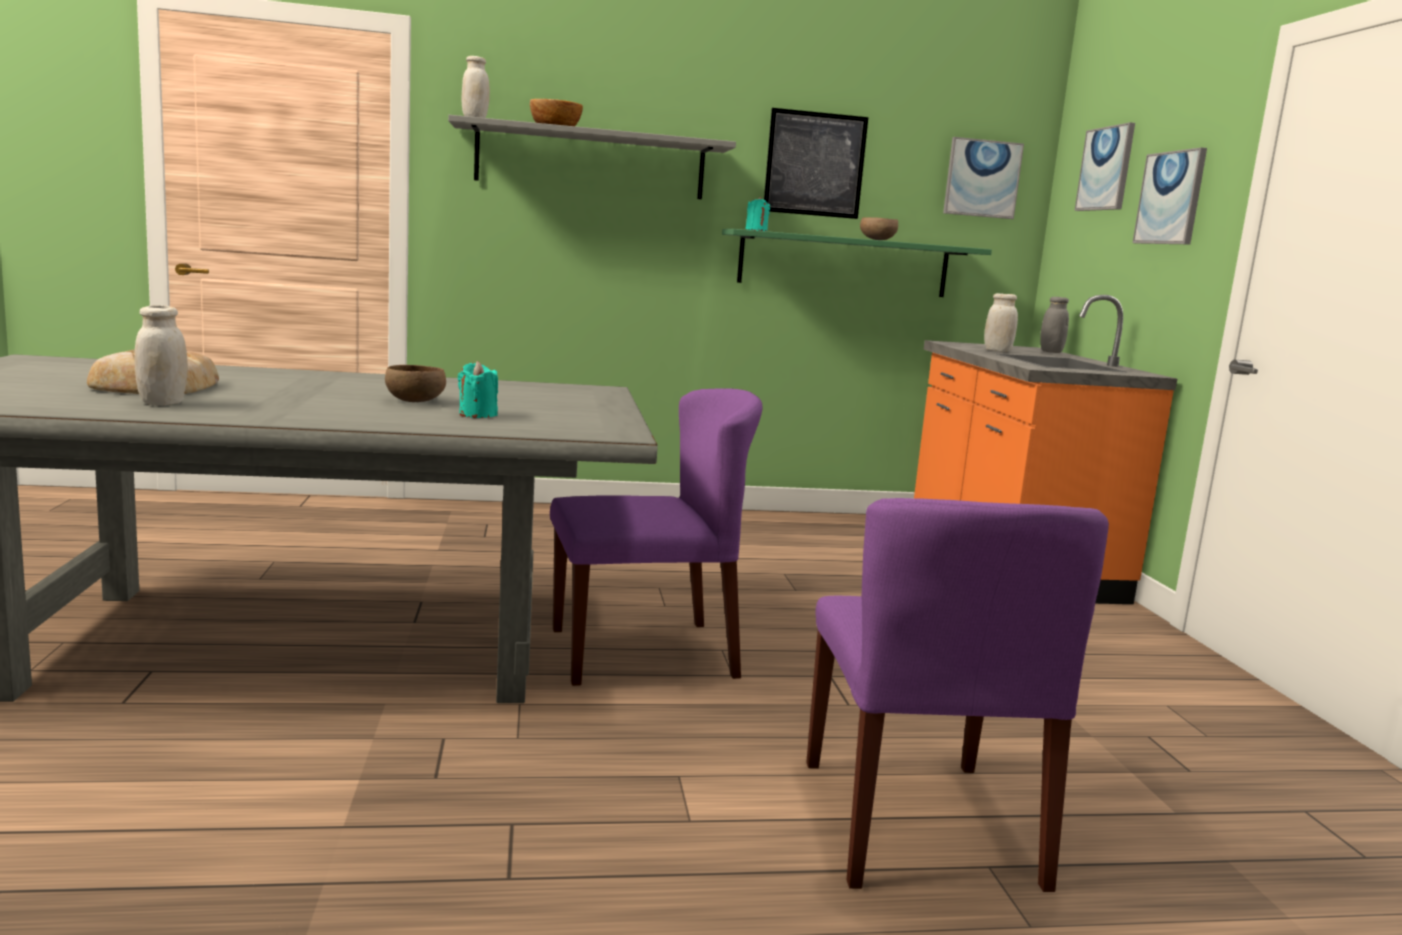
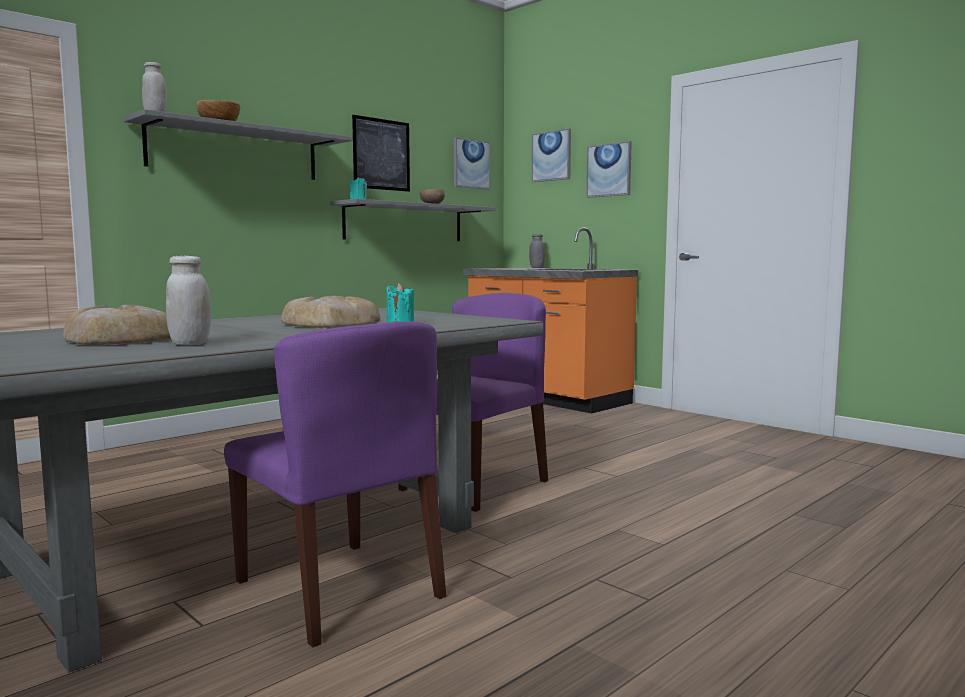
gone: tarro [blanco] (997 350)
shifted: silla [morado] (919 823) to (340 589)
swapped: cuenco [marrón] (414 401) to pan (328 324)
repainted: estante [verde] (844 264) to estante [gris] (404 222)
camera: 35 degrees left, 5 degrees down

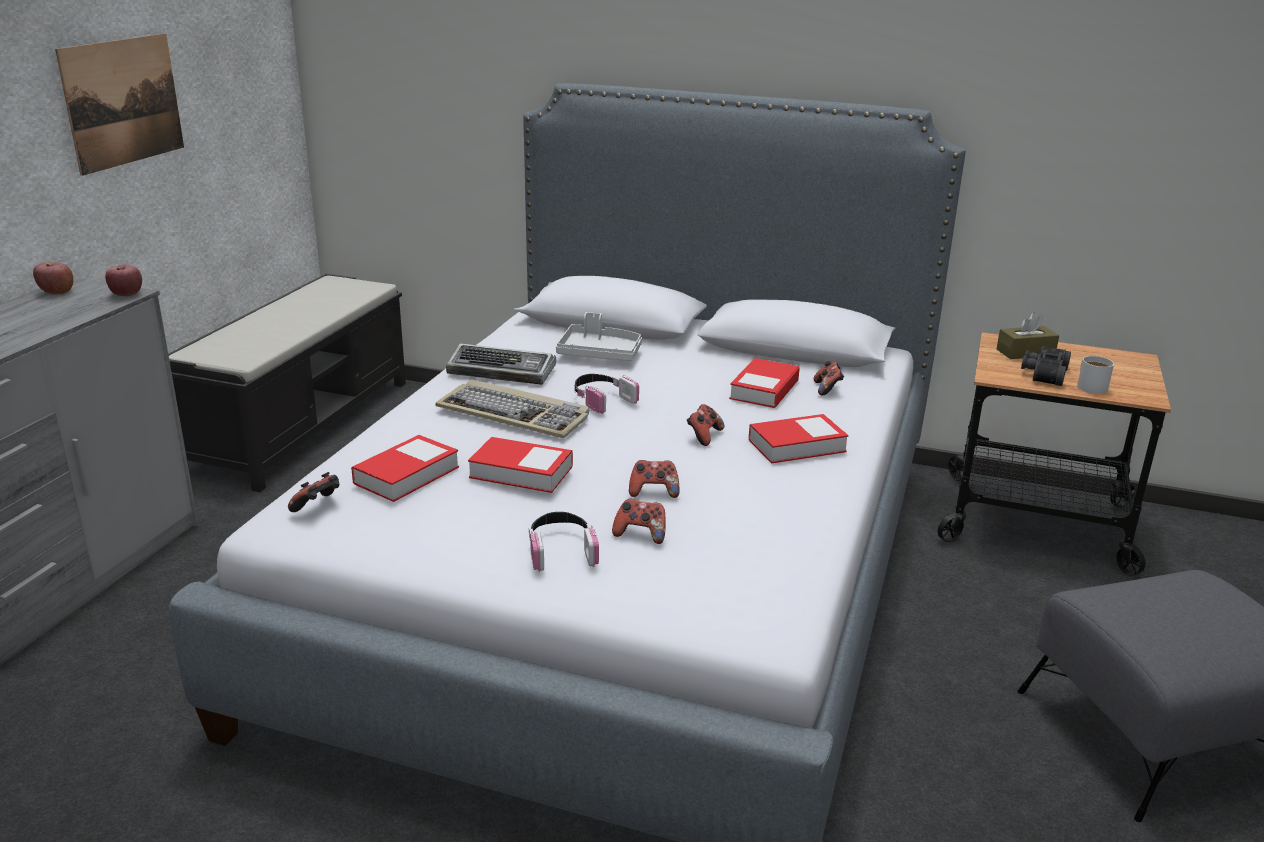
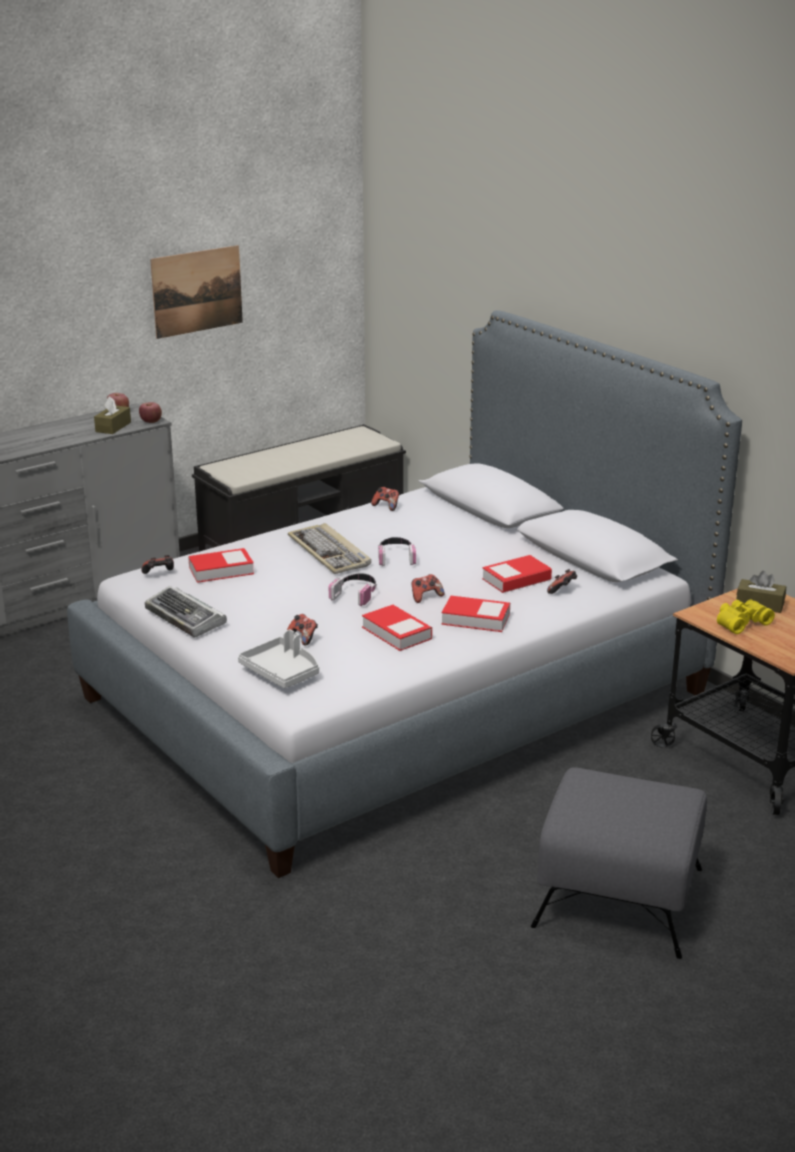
gone: taza grande [blanco] (1089 385)
new: caja de pañuelos [marrón] (113 427)
shifted: teclado (503 371) to (186 618); bandeja [gris] (599 354) to (282 672); auriculares (561 550) to (355 594); libro (521 472) to (396 633); mando de consola (654 492) to (386 506)
repainted: prismáticos [negro] (1043 373) to prismáticos [amarillo] (740 622)
camera: 35 degrees right, 0 degrees up

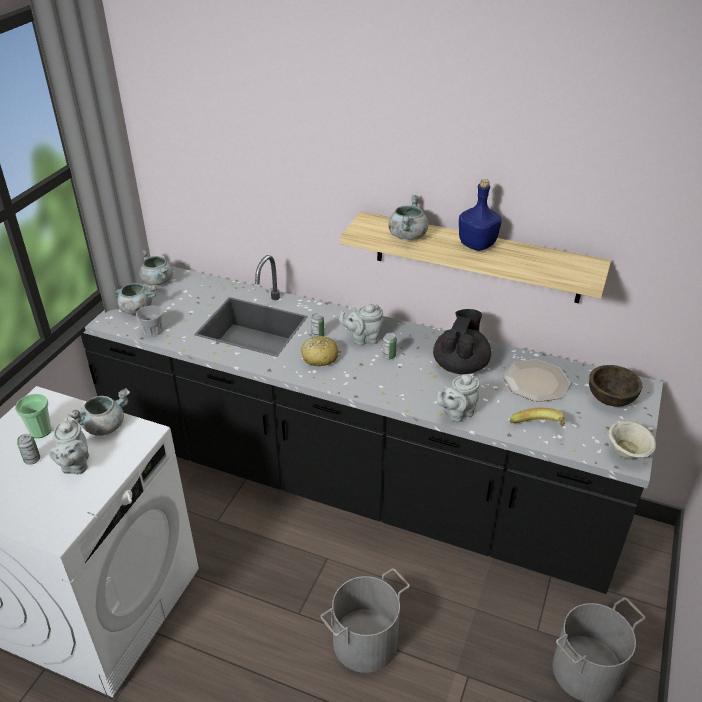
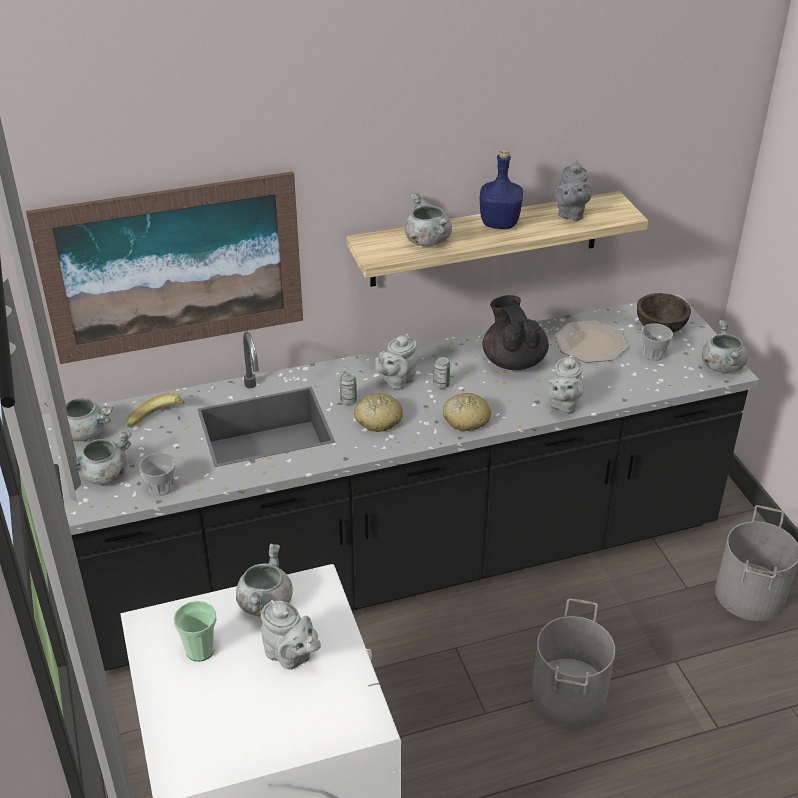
gone: lata (32 459)
new: cuadro (173 268); pan (465 419); tetera [gris] (570 214); taza (653 354)
shifted: plátano (538 430) to (159 422)
swapped: cuenco [beis] (627 452) to olla [gris] (721 365)
camera: 40 degrees left, 0 degrees up

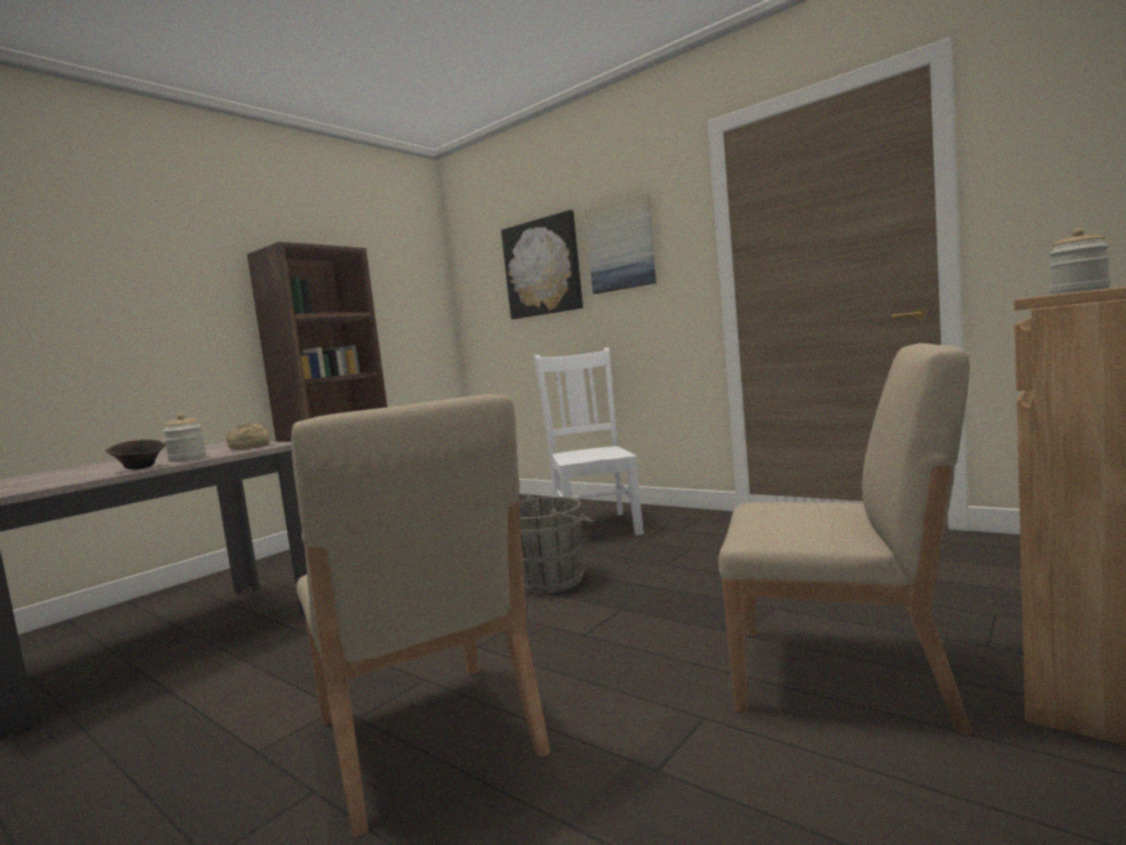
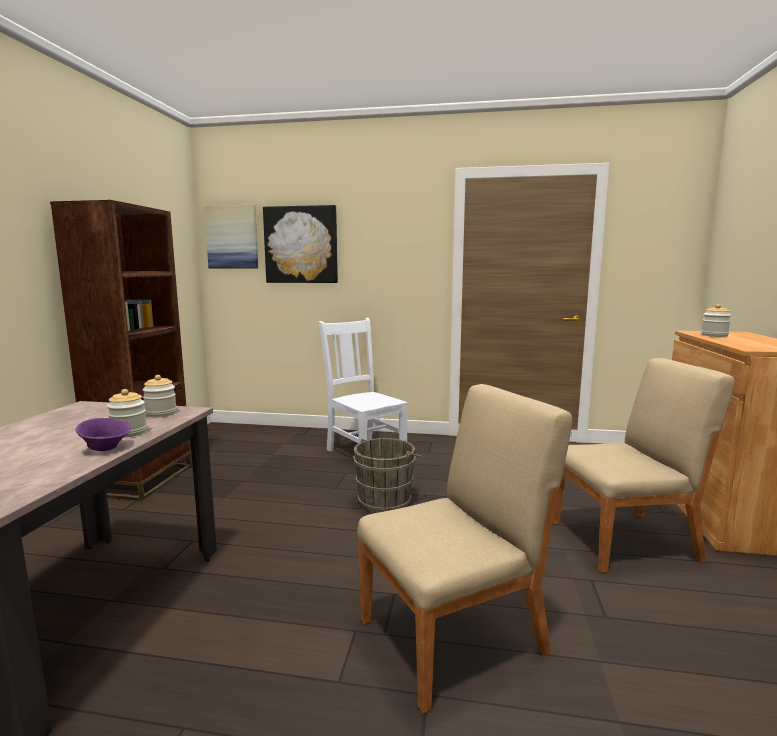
shifted: cuadro (621 245) to (232 237)
swapped: pan (251 446) to tarro (161 413)
repainted: cuenco [marrón] (141 468) to cuenco [morado] (106 448)
rotated: silla [beis] (426 739) = (454 635) 60 degrees counterclockwise
camera: 30 degrees left, 5 degrees up

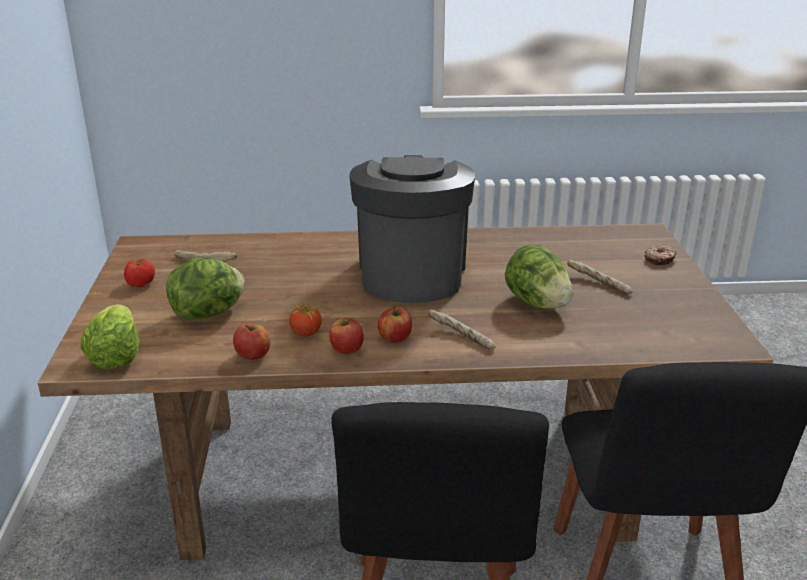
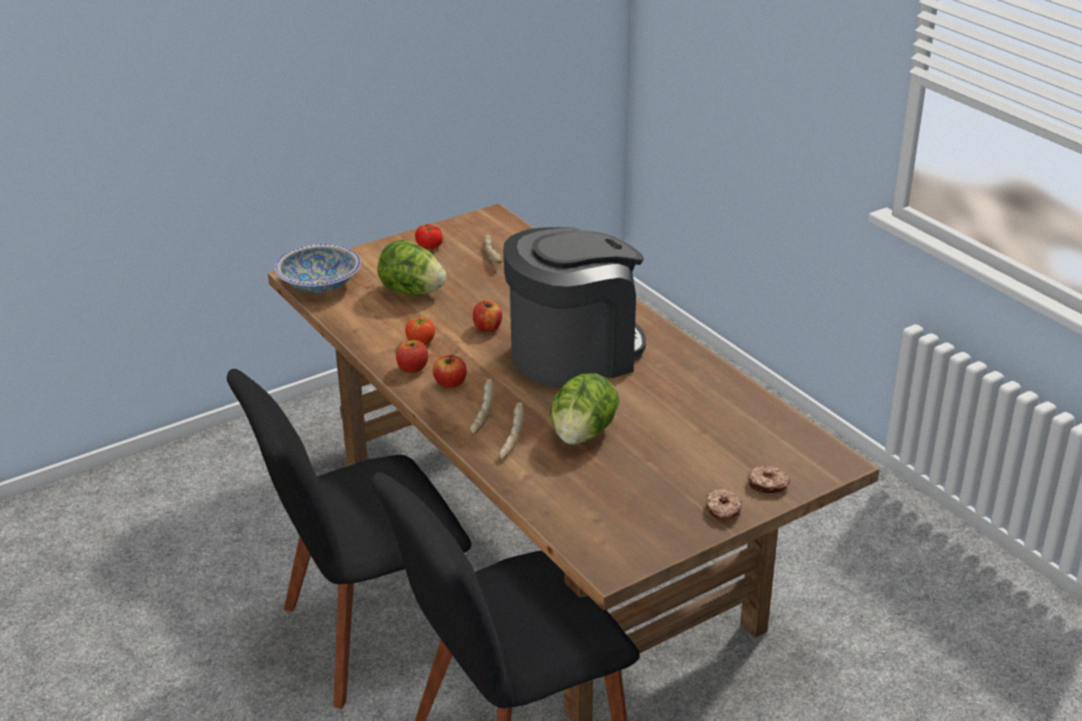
new: rosquilla (722 510)
shifted: manzana (253 355) to (487 328); pan (598 284) to (510 438)
swapped: lechuga (115 357) to cuenco (319 284)
camera: 60 degrees right, 5 degrees up

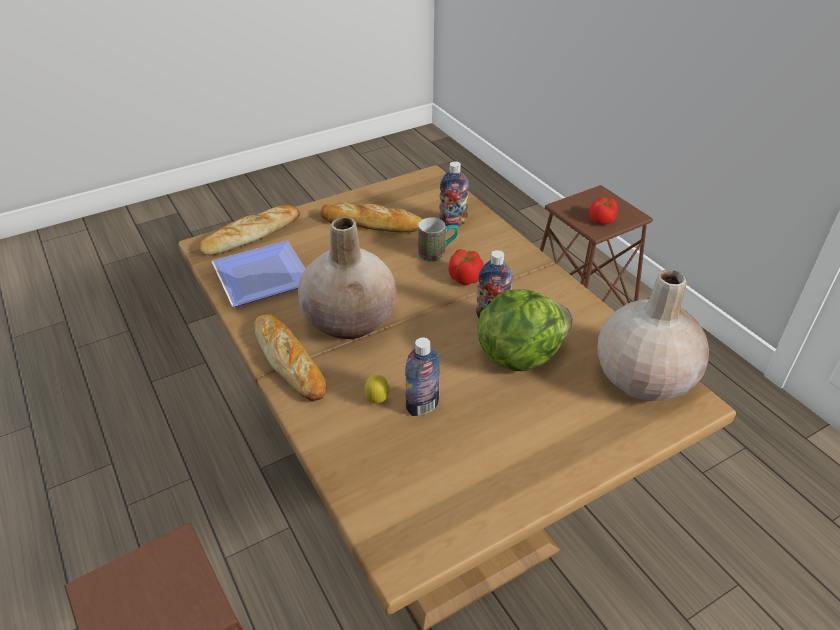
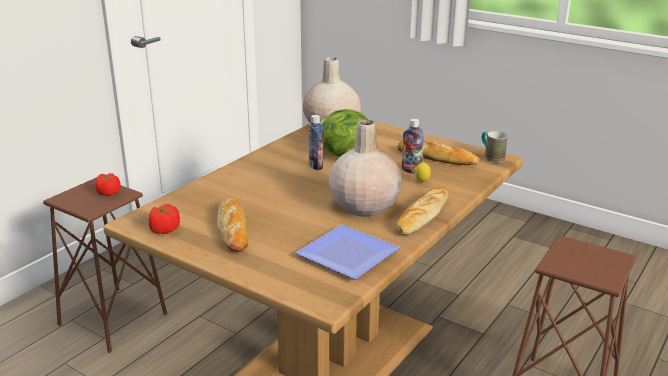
gone: botella (452 222)
shifted: tomate (465 278) to (164 230); pan (251 235) to (437 158); taza grande (437 253) to (491 157)
camera: 115 degrees left, 15 degrees down

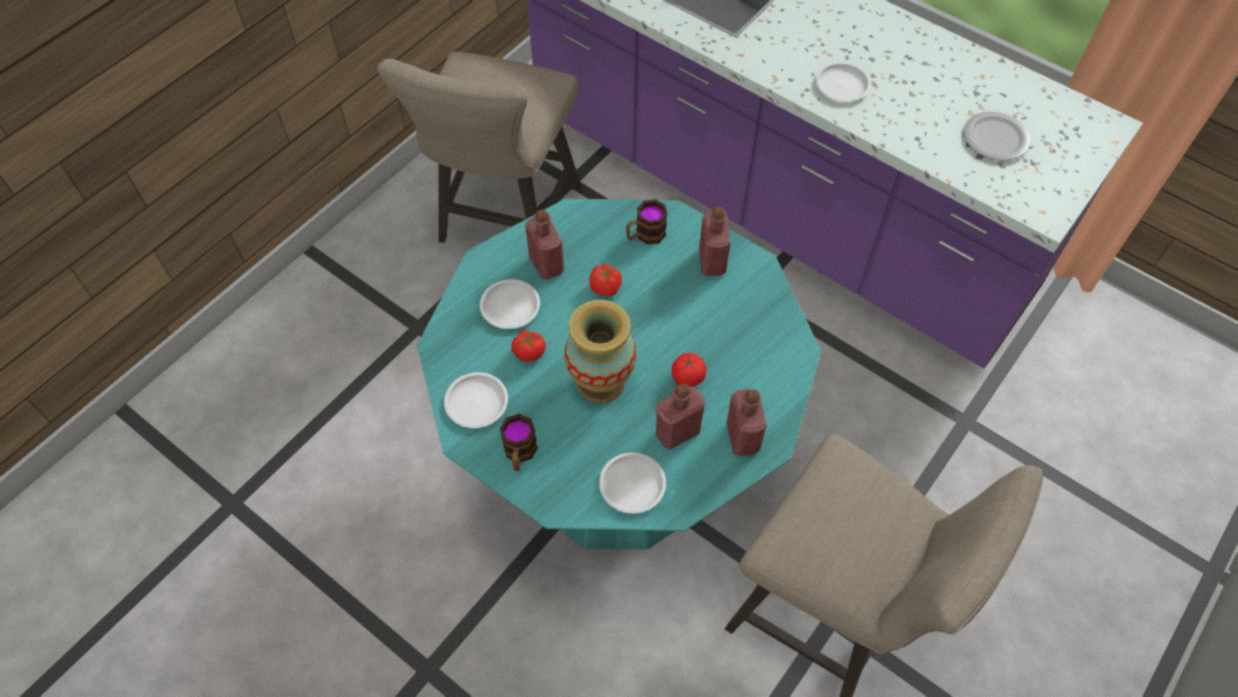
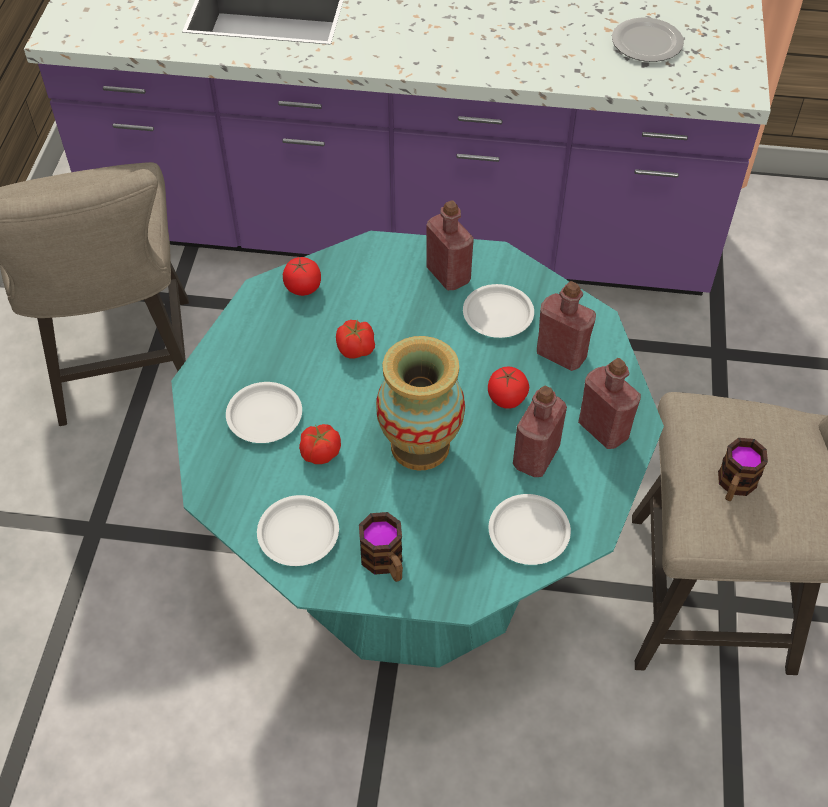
new: tomate (303 287)
shifted: plato [blanco] (842 85) to (498 314); botella [rojo] (546 264) to (561 354); taza grande (645 235) to (734 486)
camera: 30 degrees left, 5 degrees down

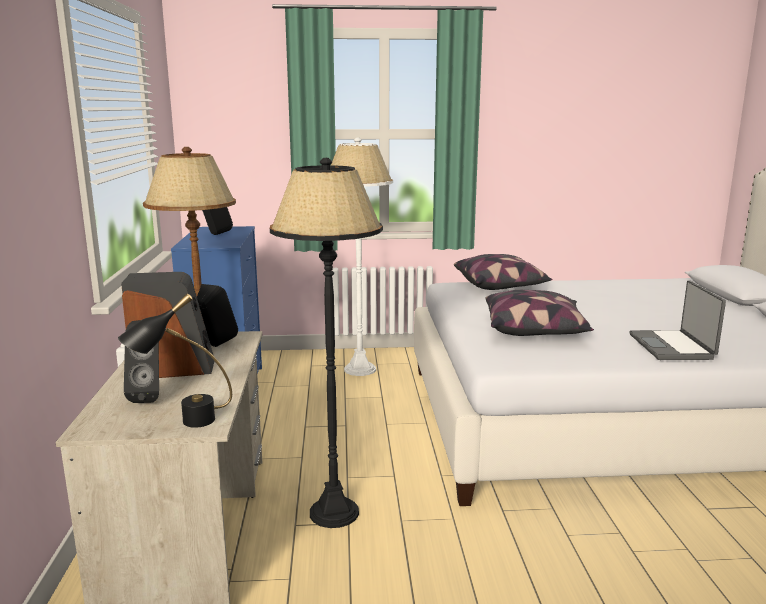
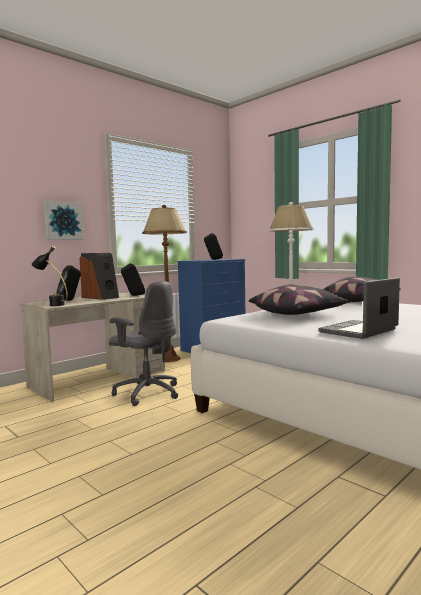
new: cuadro (63 220)
swapped: lámpara de pie [negro] (334 513) to silla de oficina [gris] (147 393)
camera: 50 degrees right, 10 degrees down

